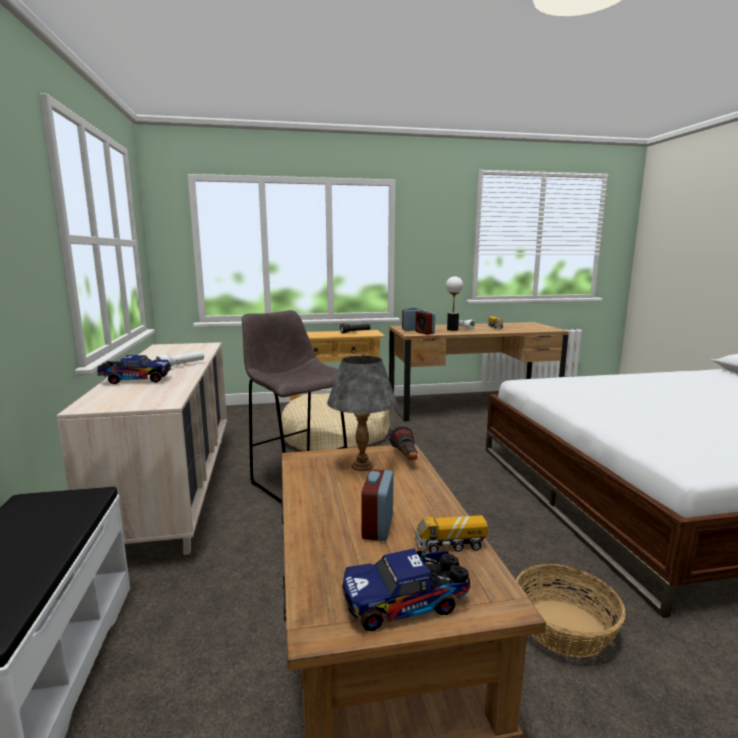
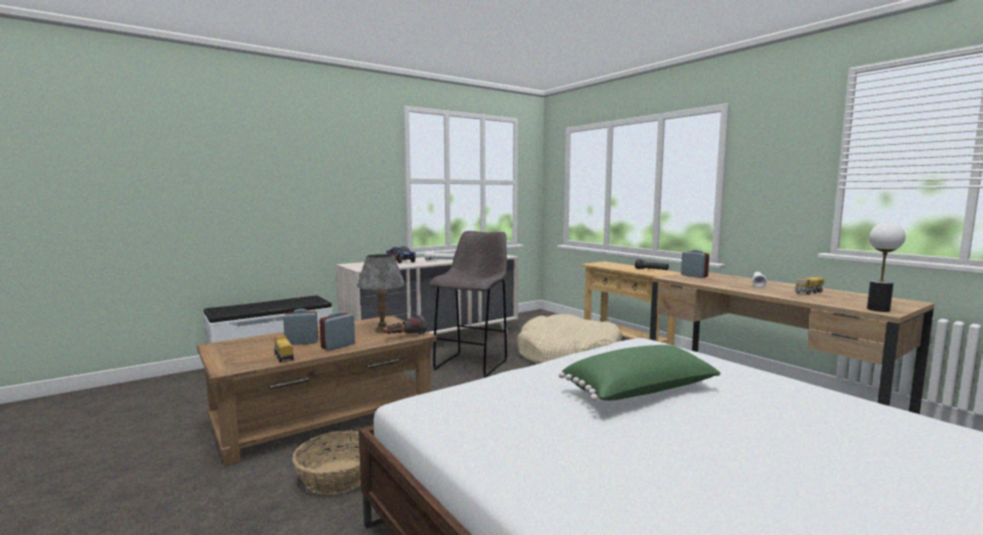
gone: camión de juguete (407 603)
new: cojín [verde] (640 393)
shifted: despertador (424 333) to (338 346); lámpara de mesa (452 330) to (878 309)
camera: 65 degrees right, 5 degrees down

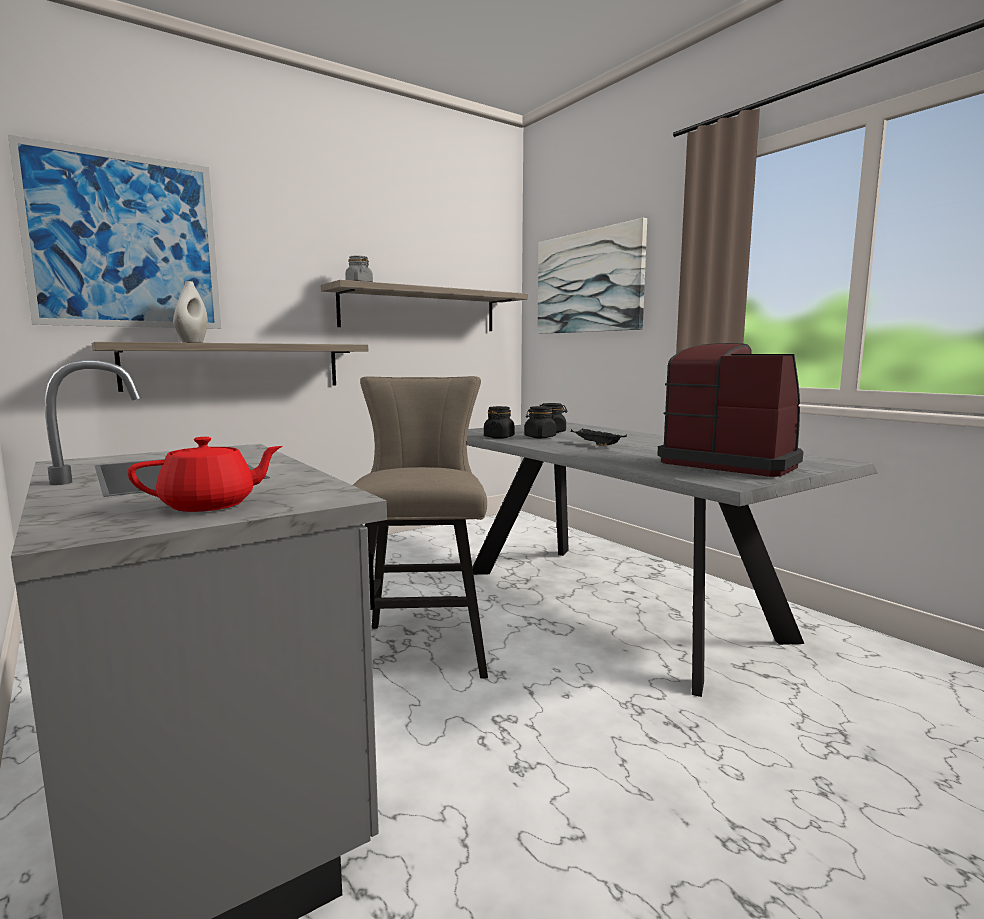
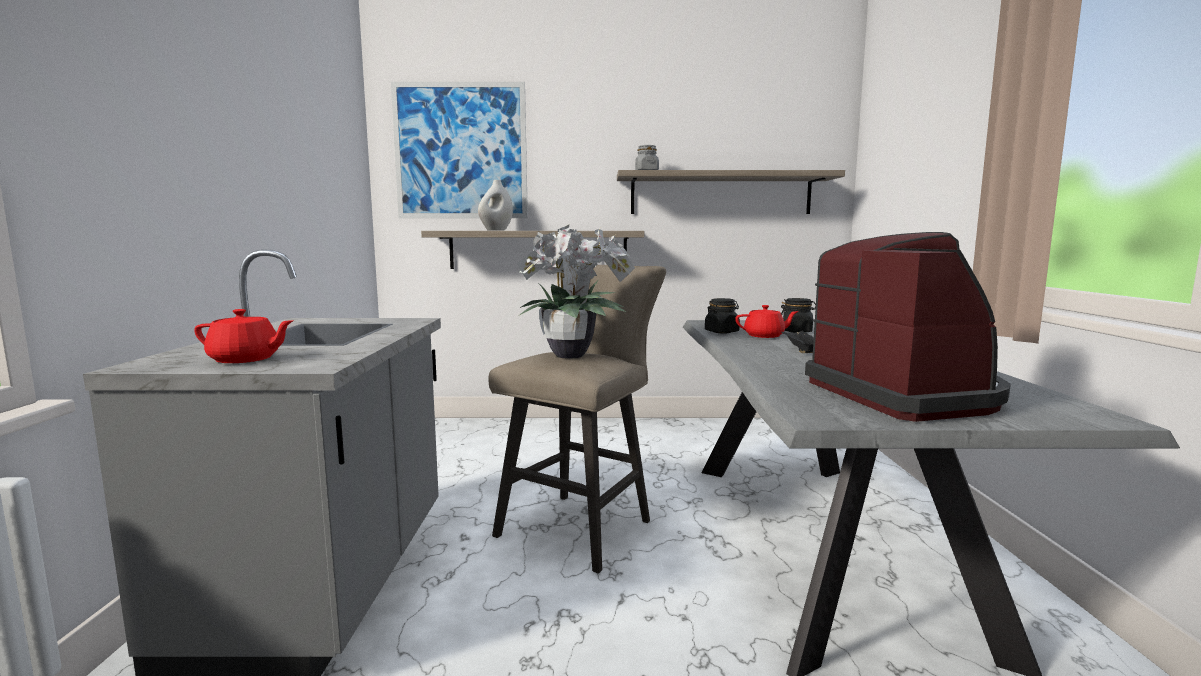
gone: cuadro (588 282)
new: planta en maceta (574 355)
swapped: tarro [negro] (540 437) to tetera [rojo] (765 336)
camera: 35 degrees right, 0 degrees up

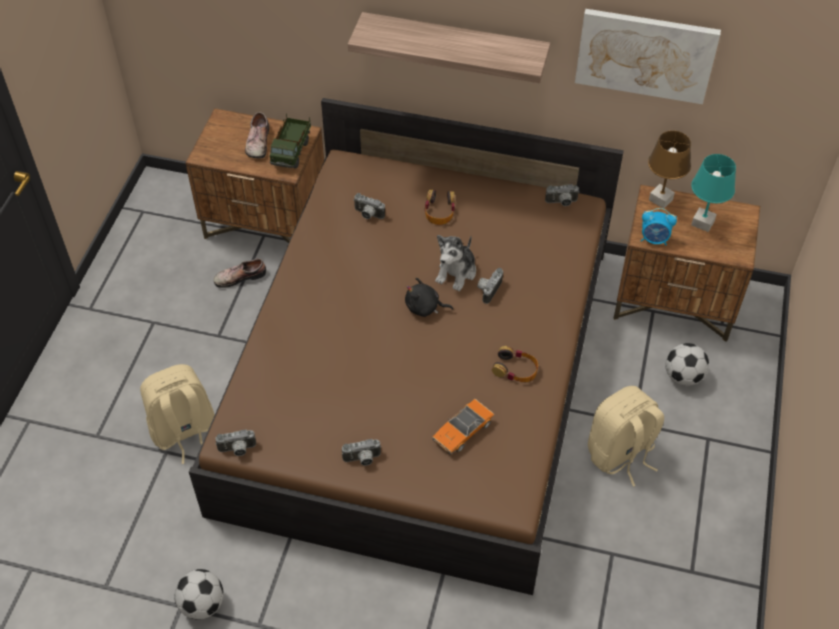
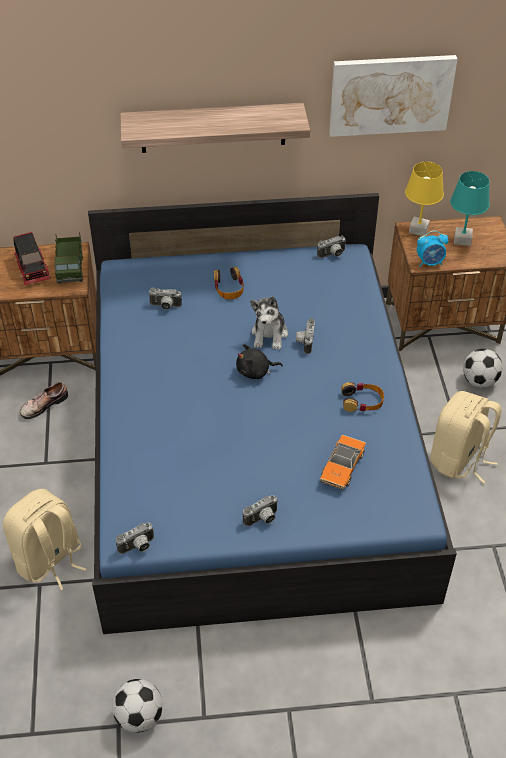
swapped: zapato (257 142) to camión de juguete (33 268)
repainted: cama [marrón] (419 375) to cama [azul] (252 445); lámpara de mesa [marrón] (660 200) to lámpara de mesa [amarillo] (418 230)
camera: 20 degrees left, 5 degrees down

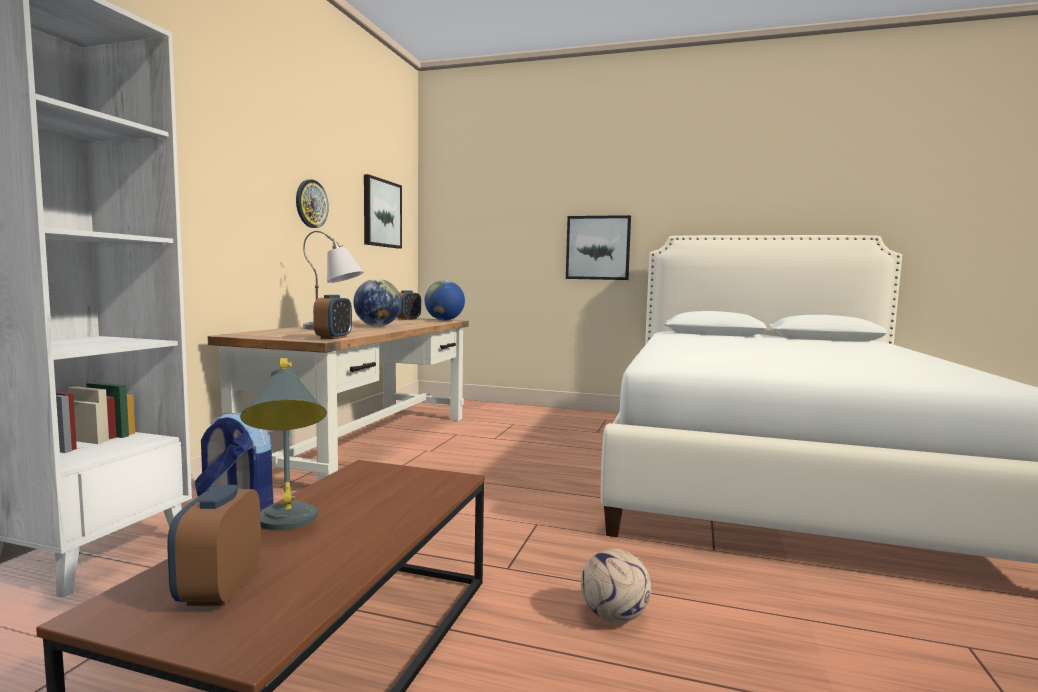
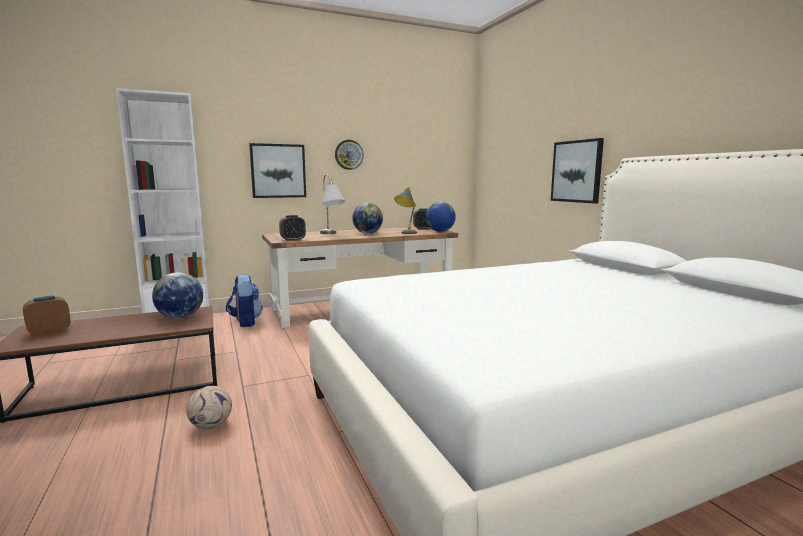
new: globo terráqueo (180 317)
shifted: cuadro (381 213) to (278 171); lámpara de mesa [gris] (286 527) to (406 233)
camera: 50 degrees right, 5 degrees up

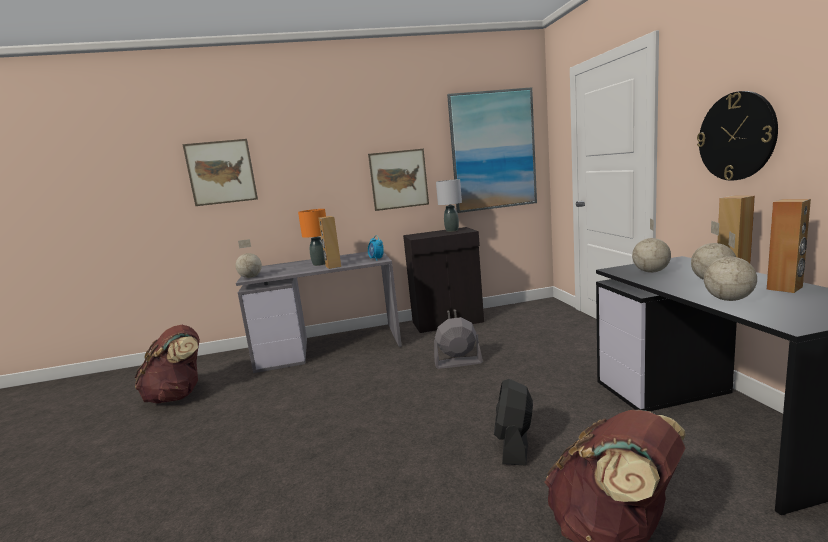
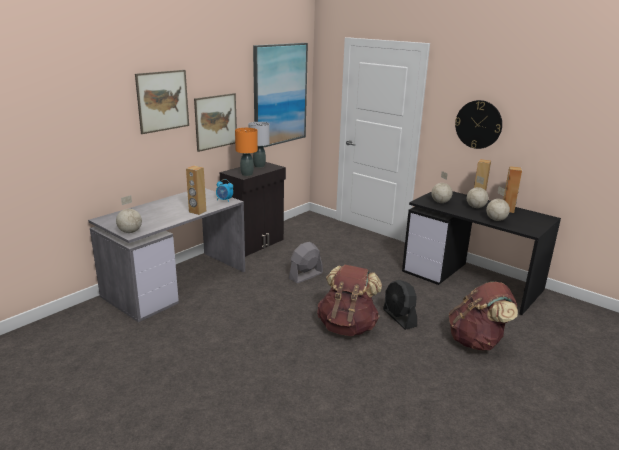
shifted: cuadro (221 172) to (163 101); lámpara de mesa [naranja] (319 264) to (246 174); mochila [marrón] (177 395) to (347 326)
camera: 40 degrees left, 10 degrees up

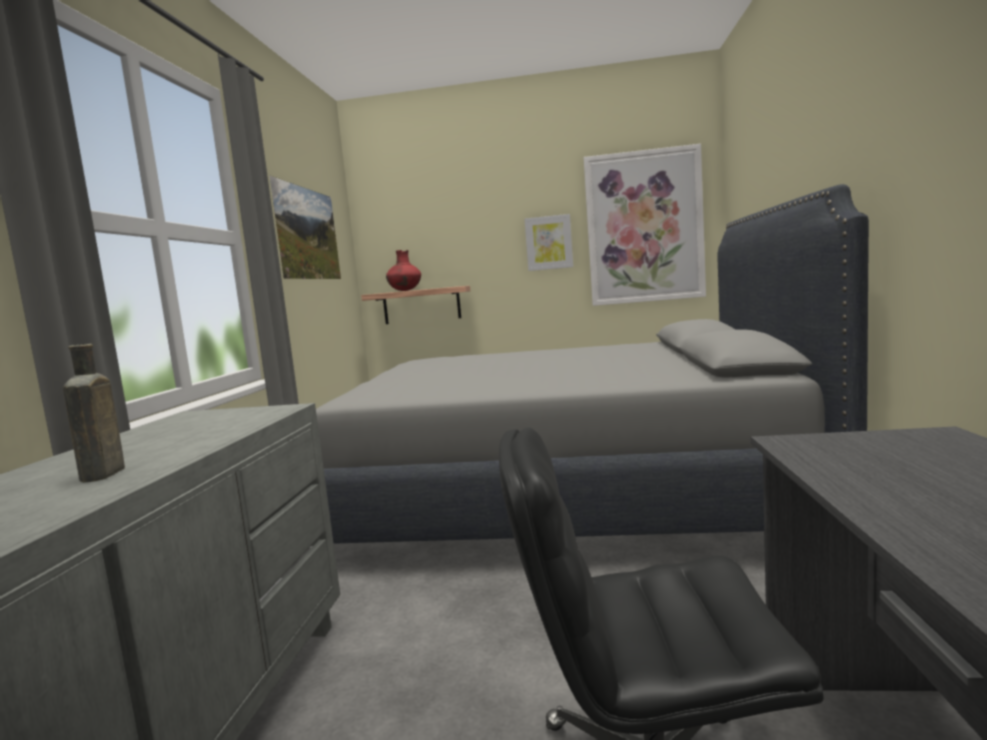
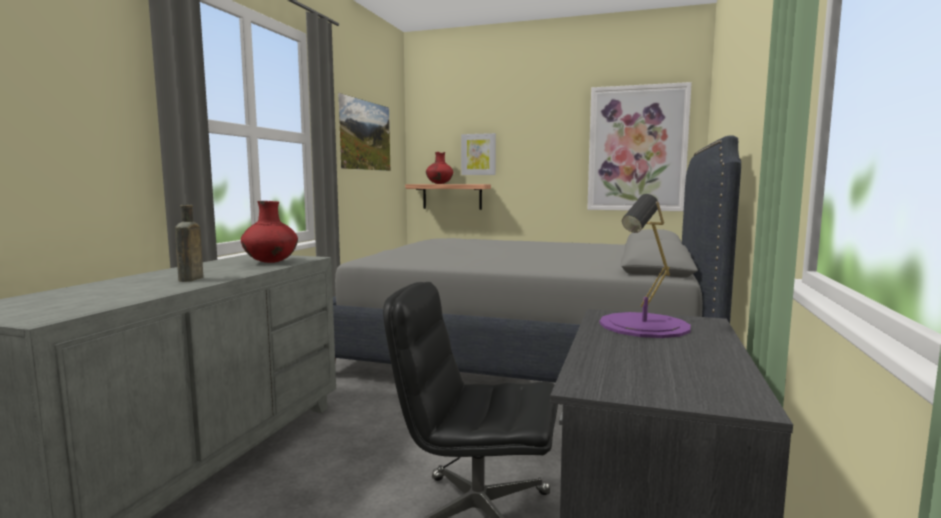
new: florero [rojo] (270 262); lámpara de mesa [morado] (644 325)
shifted: cuadro (549 243) to (478 154)
camera: 10 degrees right, 0 degrees up

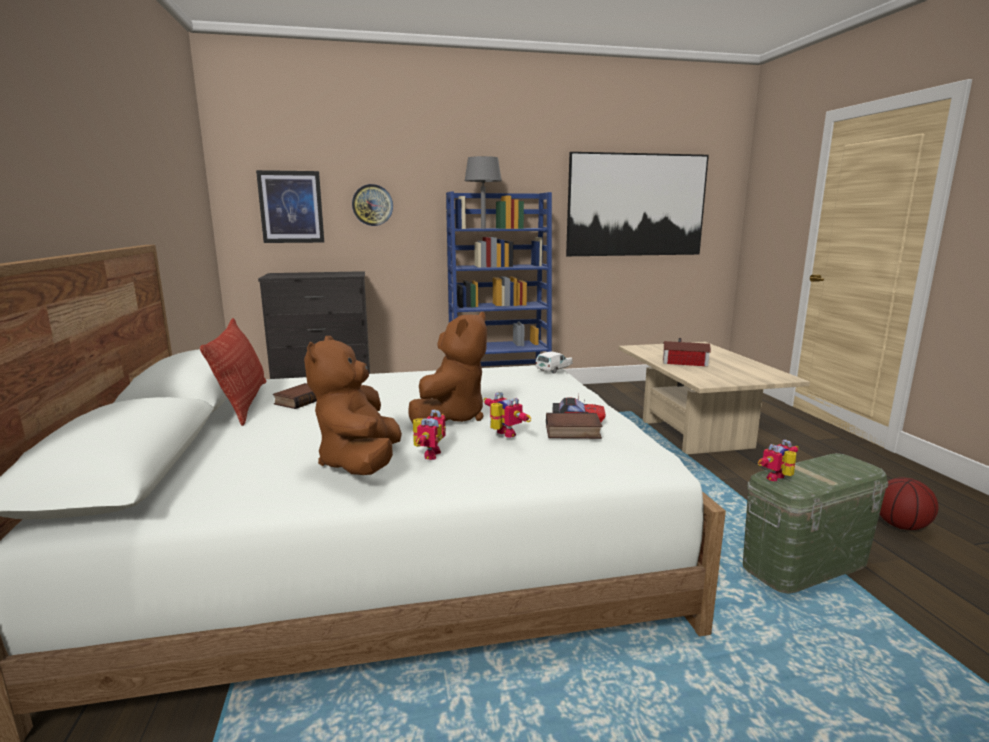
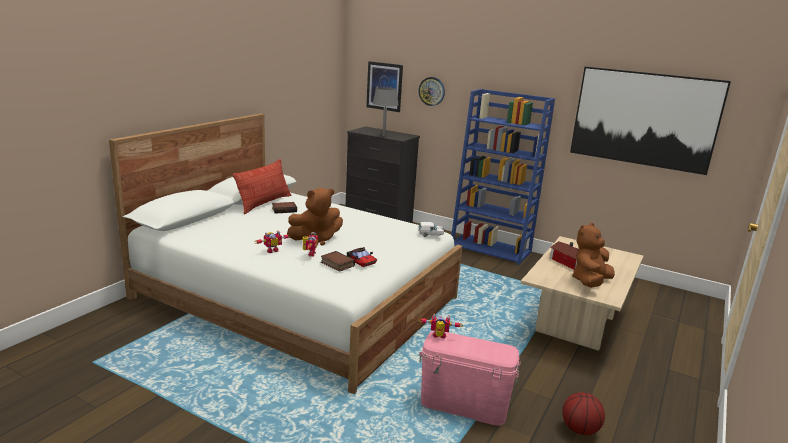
shifted: lámpara de mesa [gris] (483 228) to (383 135); peluche [marrón] (360 464) to (590 282)
repainted: caja de almacenaje [verde] (804 565) to caja de almacenaje [rosa] (463 405)
camera: 40 degrees right, 5 degrees up

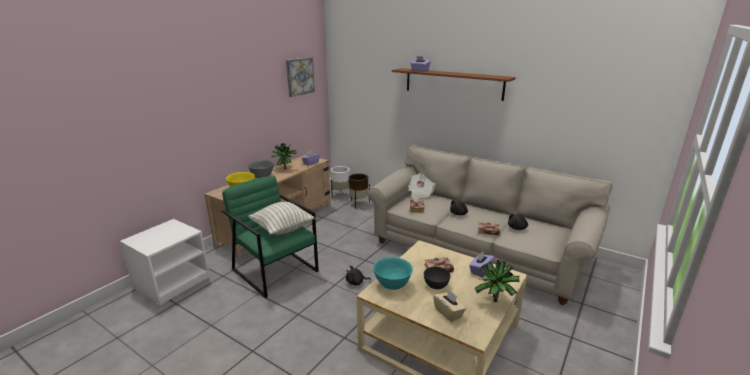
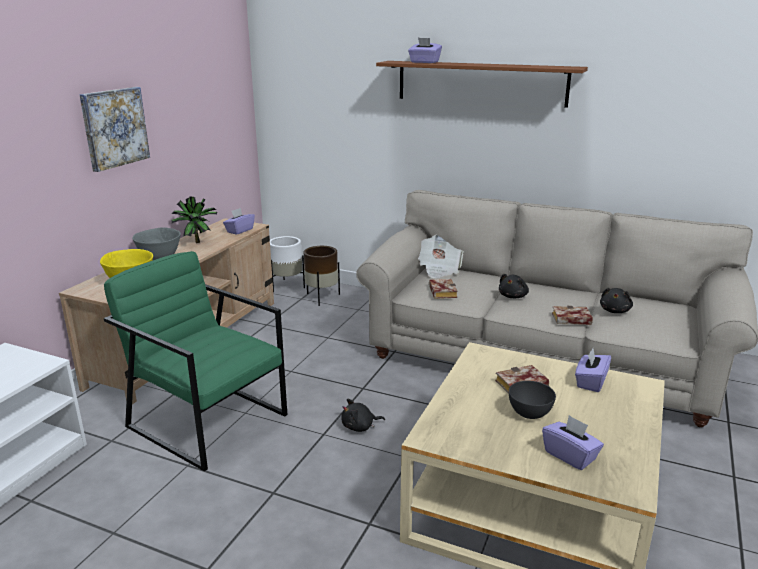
gone: cojín (282 229); cuenco [turquesa] (392 284); planta en maceta (494 303)
shifted: cuadro (299 76) to (114 127)
repainted: caja de pañuelos [beis] (448 313) to caja de pañuelos [morado] (570 455)
camera: 10 degrees left, 0 degrees up

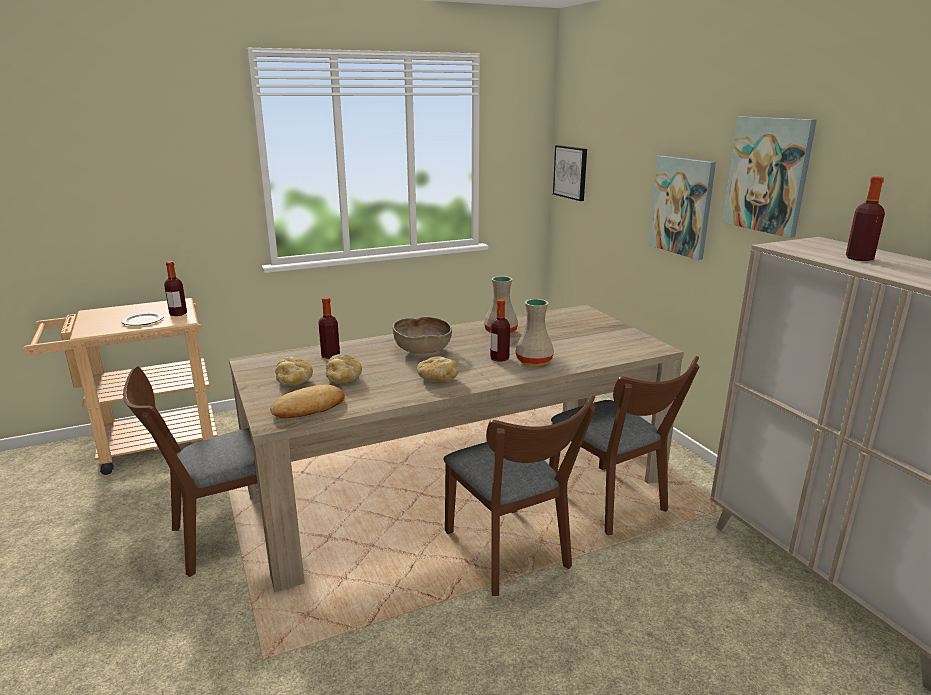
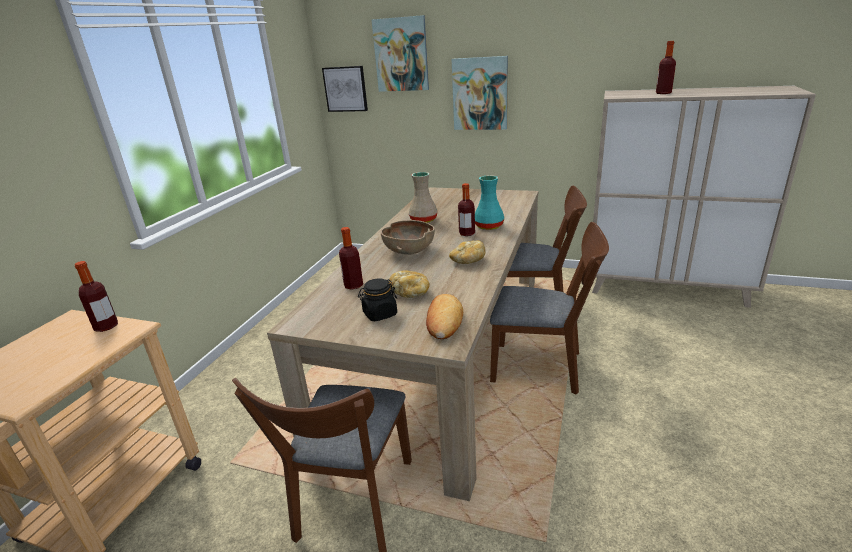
gone: plato (143 321)
shifted: cuadro (768 175) to (401 54)
swapped: pan (294 381) to tarro [negro] (380 314)
repainted: florero [beis] (535 361) to florero [turquesa] (489 226)
camera: 45 degrees left, 5 degrees up

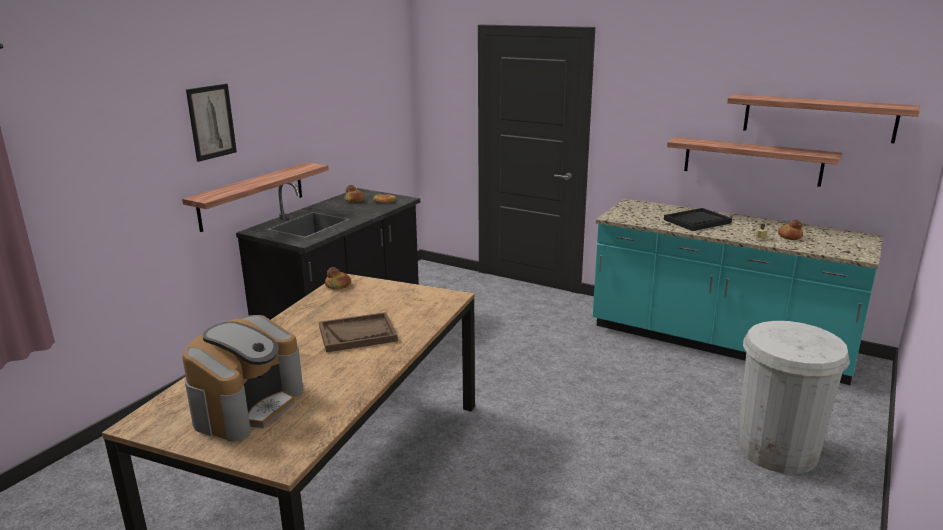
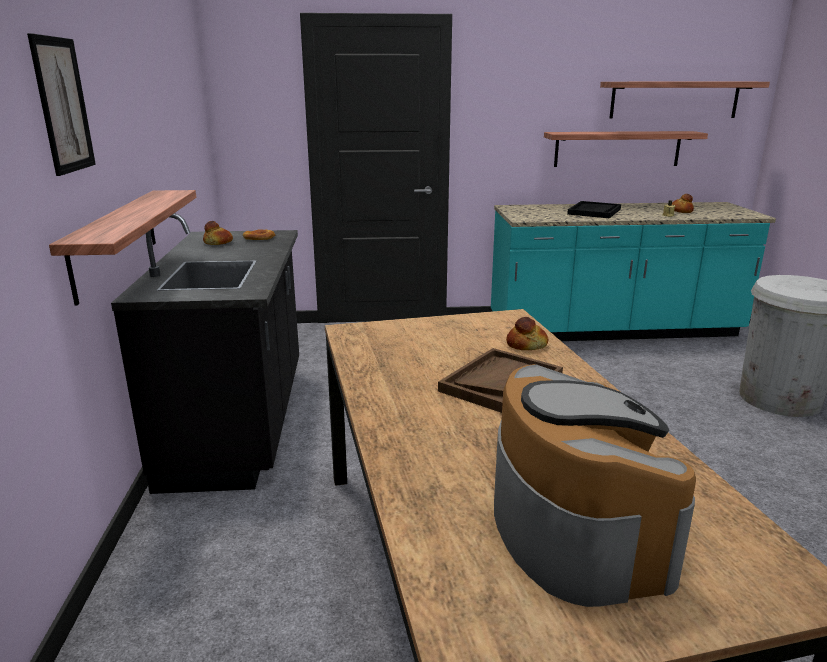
shifted: pan (338 286) to (527 345)
camera: 35 degrees left, 0 degrees up

